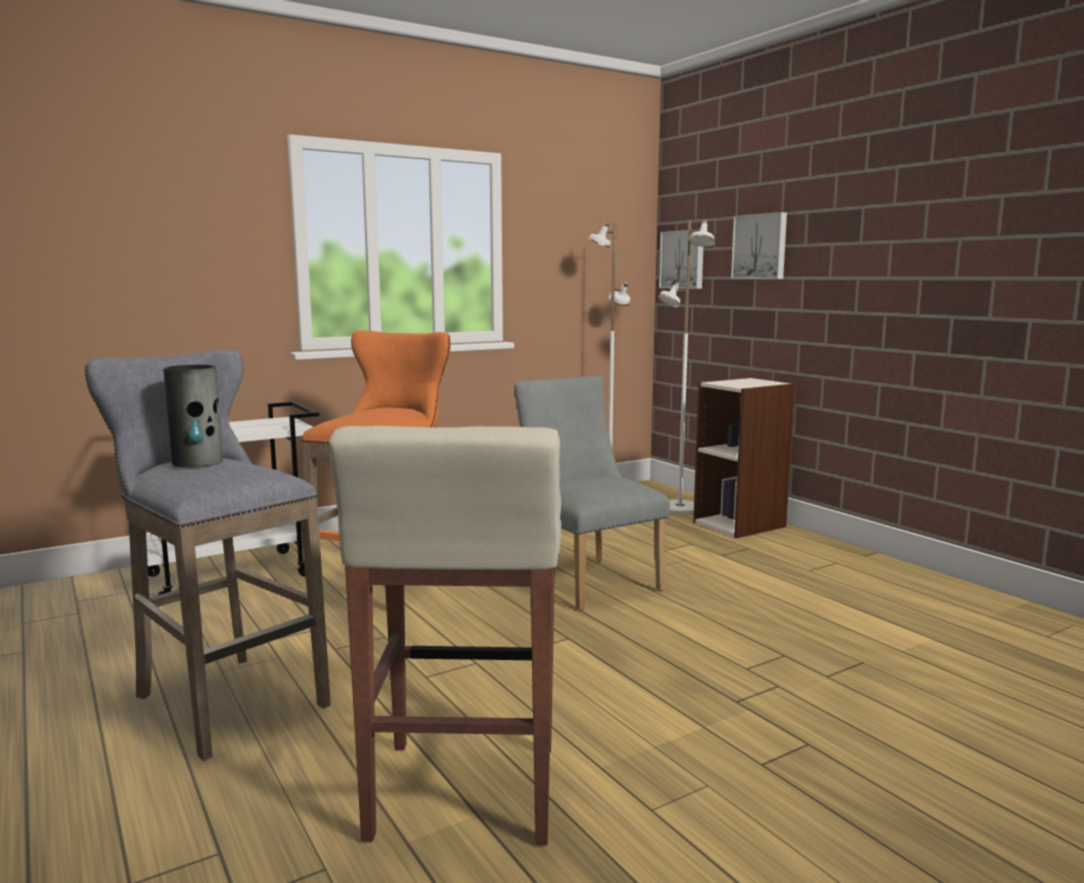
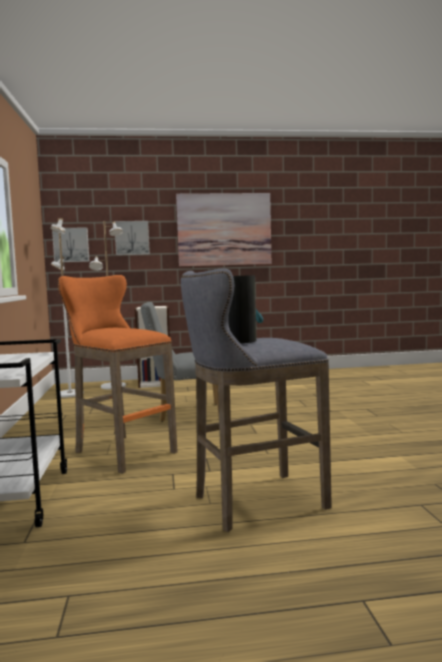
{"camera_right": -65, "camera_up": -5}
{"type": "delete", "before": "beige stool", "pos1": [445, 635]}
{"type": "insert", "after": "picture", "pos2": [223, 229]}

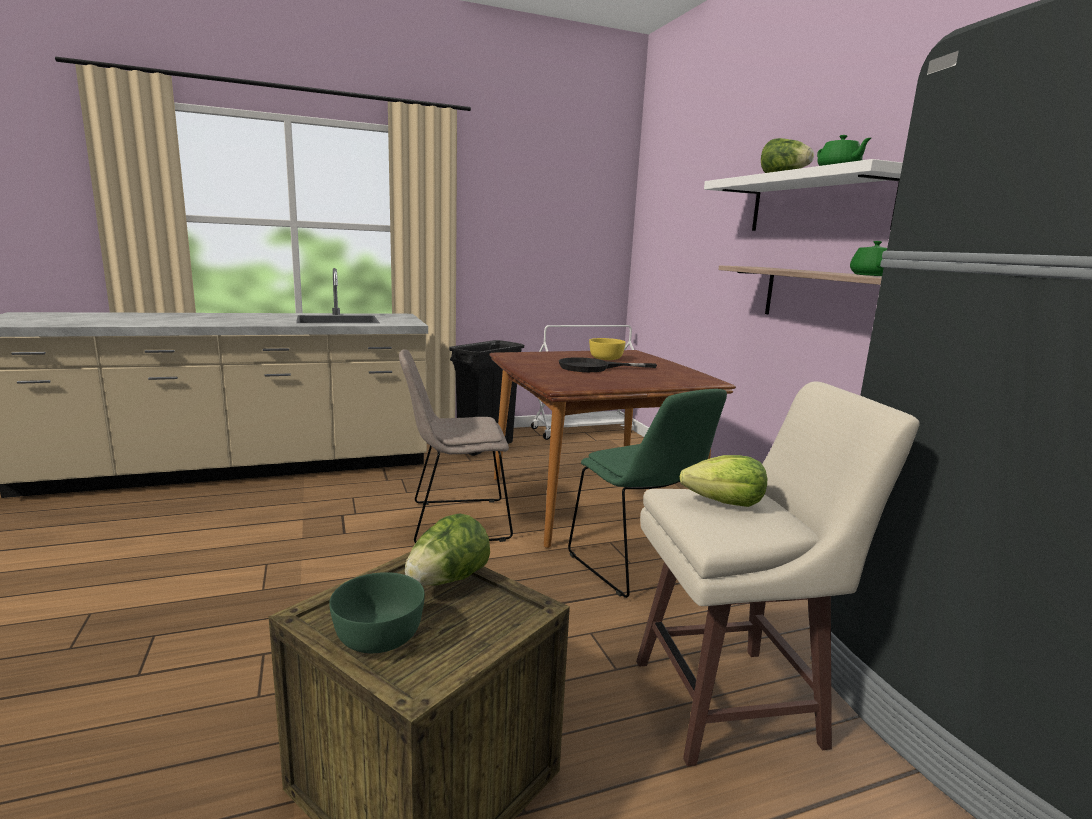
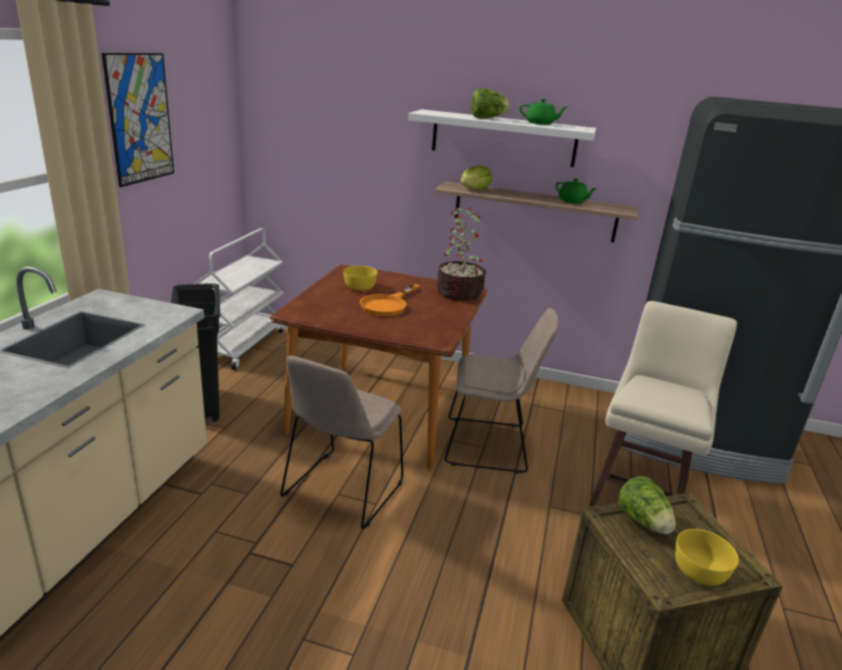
{"camera_right": -55, "camera_up": 10}
{"type": "recolor", "before": "black frying pan", "after": "orange frying pan", "pos1": [608, 364], "pos2": [390, 300]}
{"type": "recolor", "before": "green chair", "after": "beige chair", "pos1": [647, 493], "pos2": [502, 391]}
{"type": "move", "before": "lettuce", "pos1": [723, 481], "pos2": [476, 177]}
{"type": "recolor", "before": "green bowl", "after": "yellow bowl", "pos1": [377, 612], "pos2": [707, 557]}
{"type": "insert", "after": "picture", "pos2": [138, 120]}
{"type": "insert", "after": "potted plant", "pos2": [461, 254]}

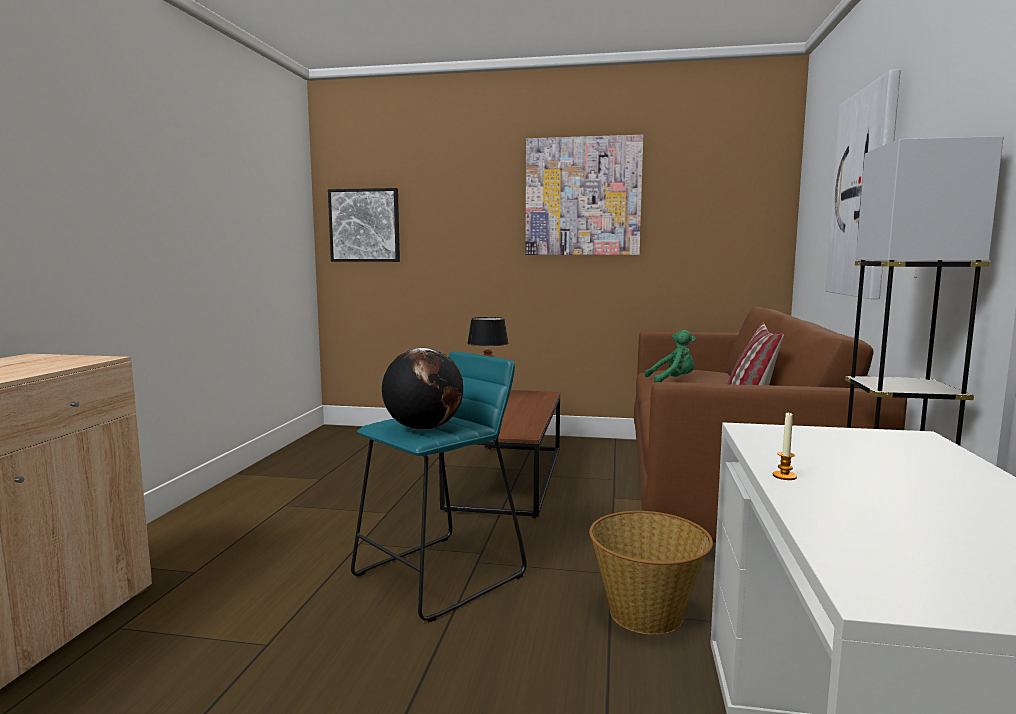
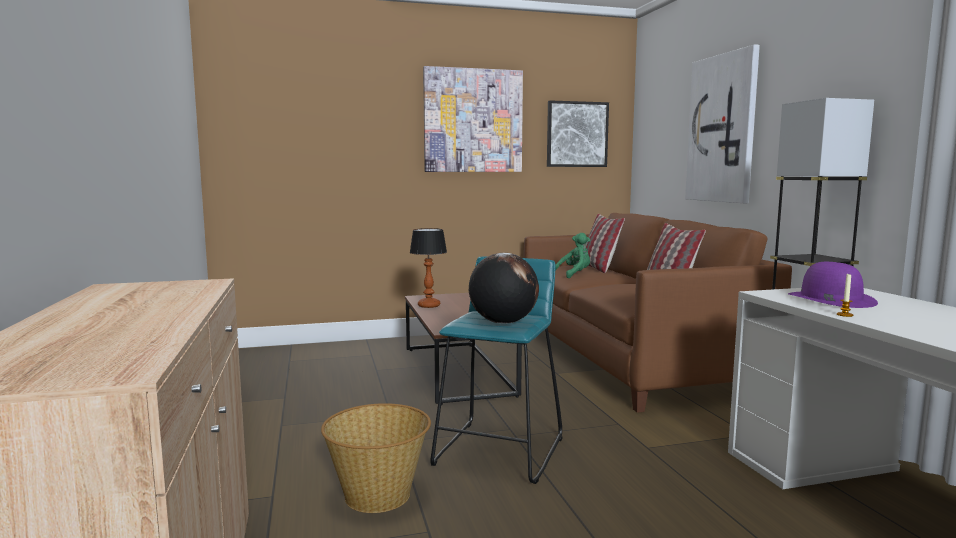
{"camera_right": -25, "camera_up": 0}
{"type": "move", "before": "picture", "pos1": [364, 225], "pos2": [578, 133]}
{"type": "move", "before": "basket", "pos1": [651, 573], "pos2": [376, 458]}
{"type": "insert", "after": "pillow", "pos2": [605, 243]}
{"type": "insert", "after": "purple hat", "pos2": [833, 285]}

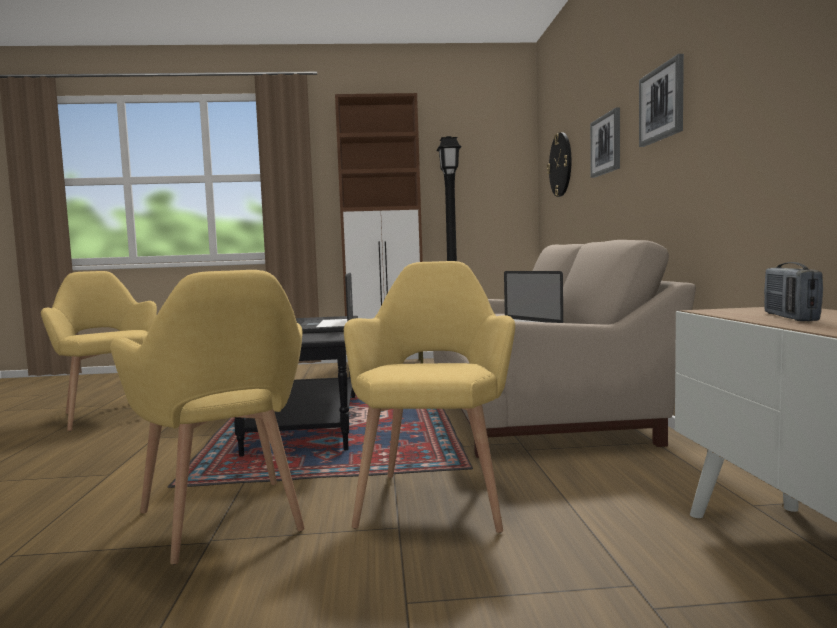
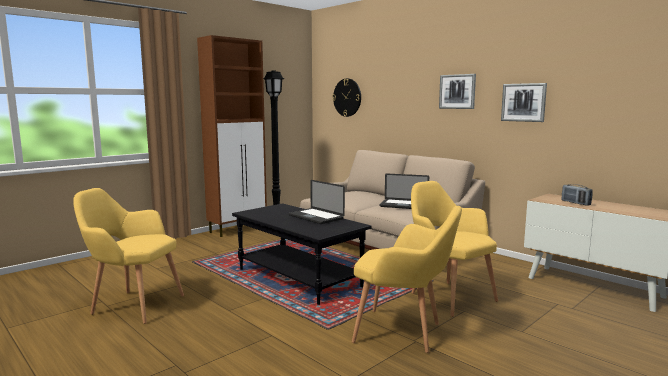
{"camera_right": -40, "camera_up": 5}
{"type": "move", "before": "picture", "pos1": [605, 143], "pos2": [524, 102]}

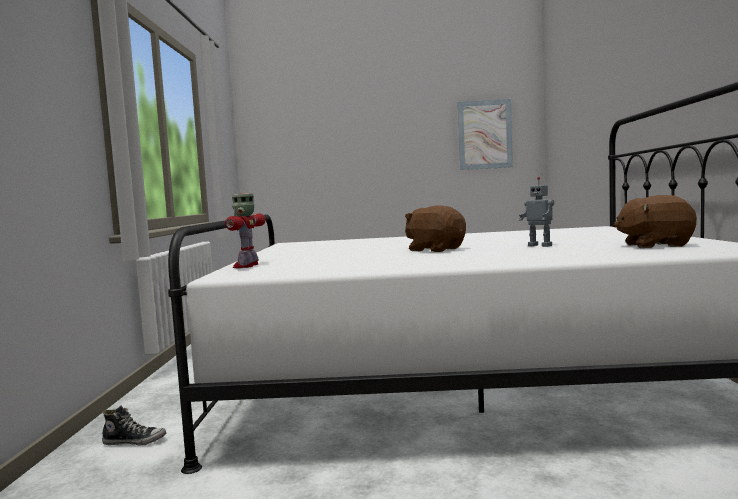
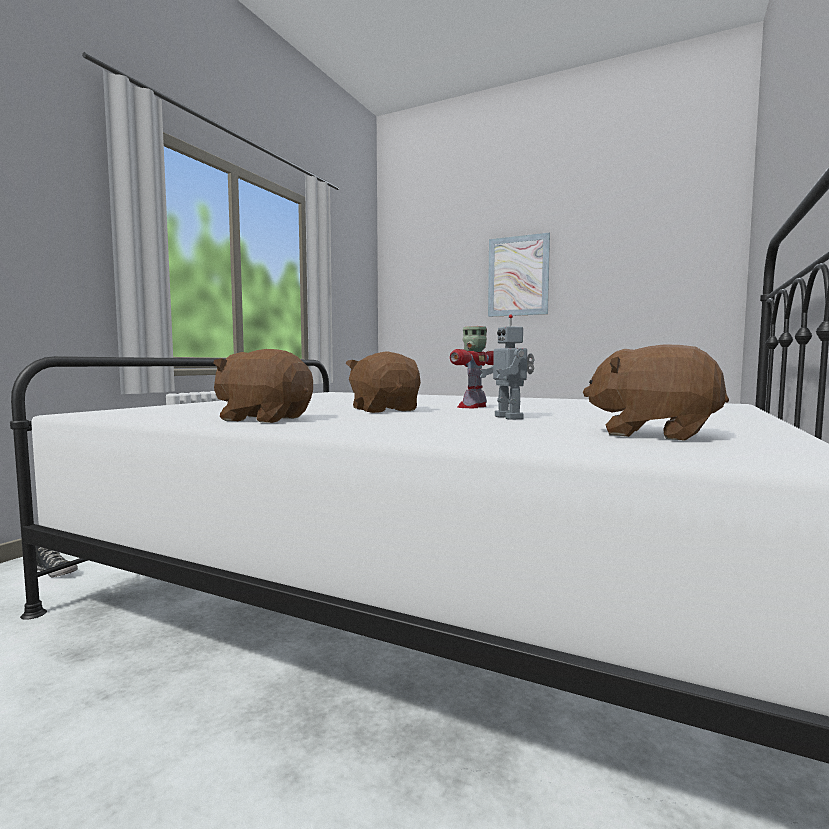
{"camera_right": 25, "camera_up": 0}
{"type": "move", "before": "picture", "pos1": [485, 134], "pos2": [519, 275]}
{"type": "move", "before": "toy robot", "pos1": [245, 230], "pos2": [472, 367]}
{"type": "insert", "after": "brown plush toy", "pos2": [263, 386]}

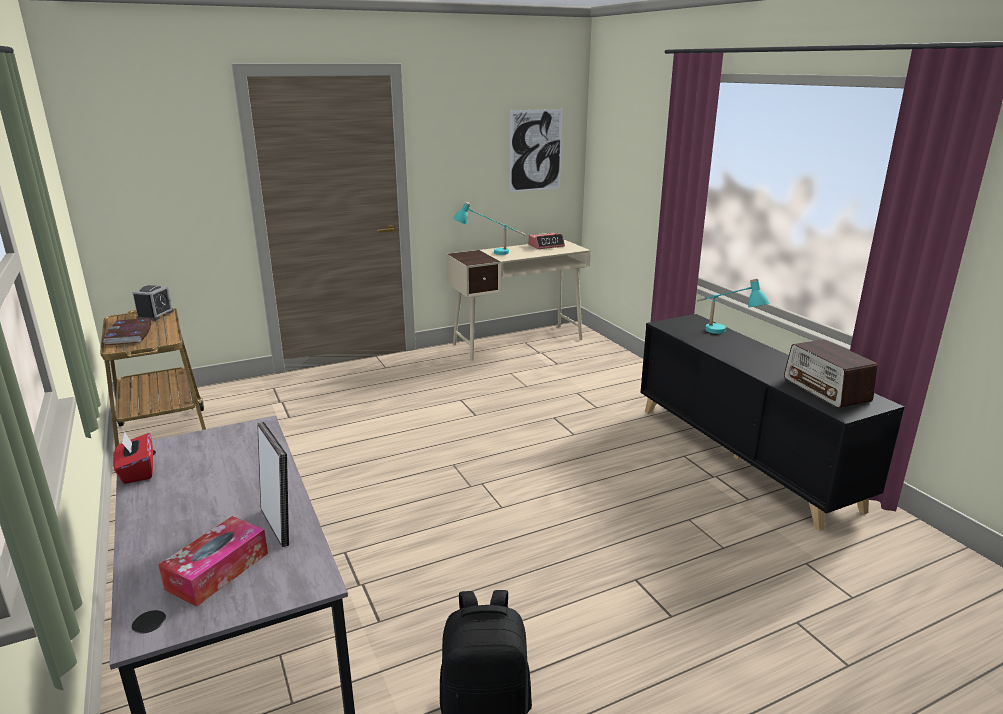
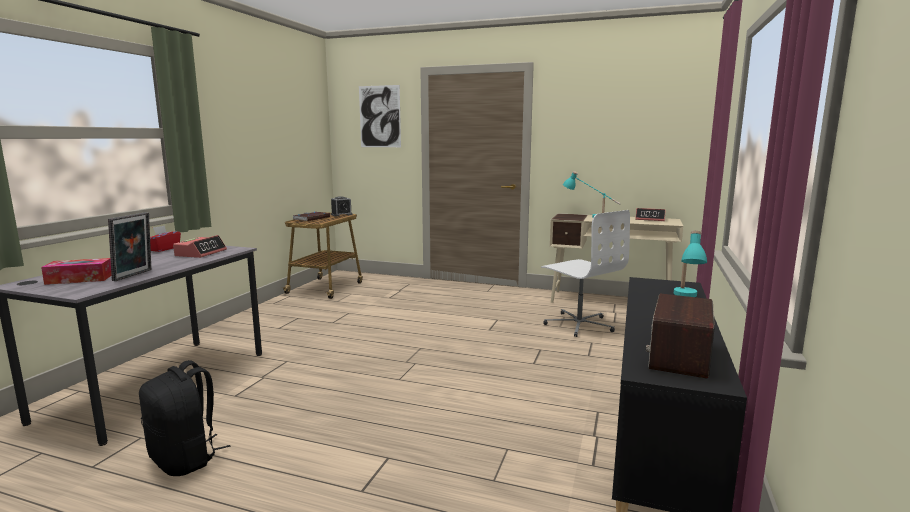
{"camera_right": 45, "camera_up": -10}
{"type": "move", "before": "picture", "pos1": [536, 150], "pos2": [380, 116]}
{"type": "insert", "after": "white office chair", "pos2": [585, 273]}
{"type": "insert", "after": "alarm clock", "pos2": [200, 246]}

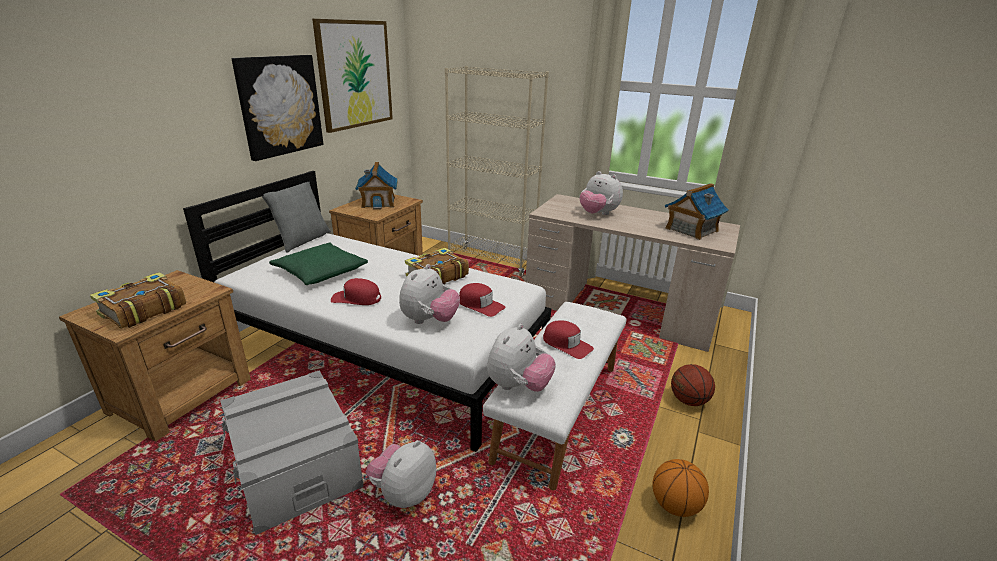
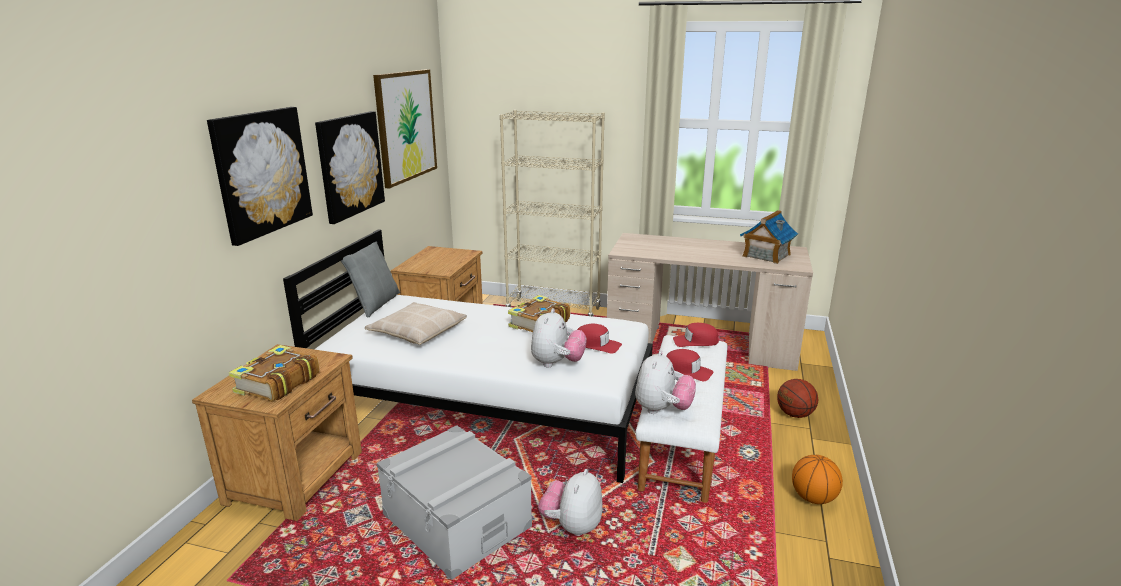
{"camera_right": -10, "camera_up": -5}
{"type": "delete", "before": "toy house", "pos1": [376, 185]}
{"type": "delete", "before": "plush toy", "pos1": [601, 193]}
{"type": "recolor", "before": "green pillow", "after": "beige pillow", "pos1": [318, 263], "pos2": [416, 323]}
{"type": "move", "before": "red cap", "pos1": [356, 291], "pos2": [696, 335]}
{"type": "insert", "after": "picture", "pos2": [260, 176]}

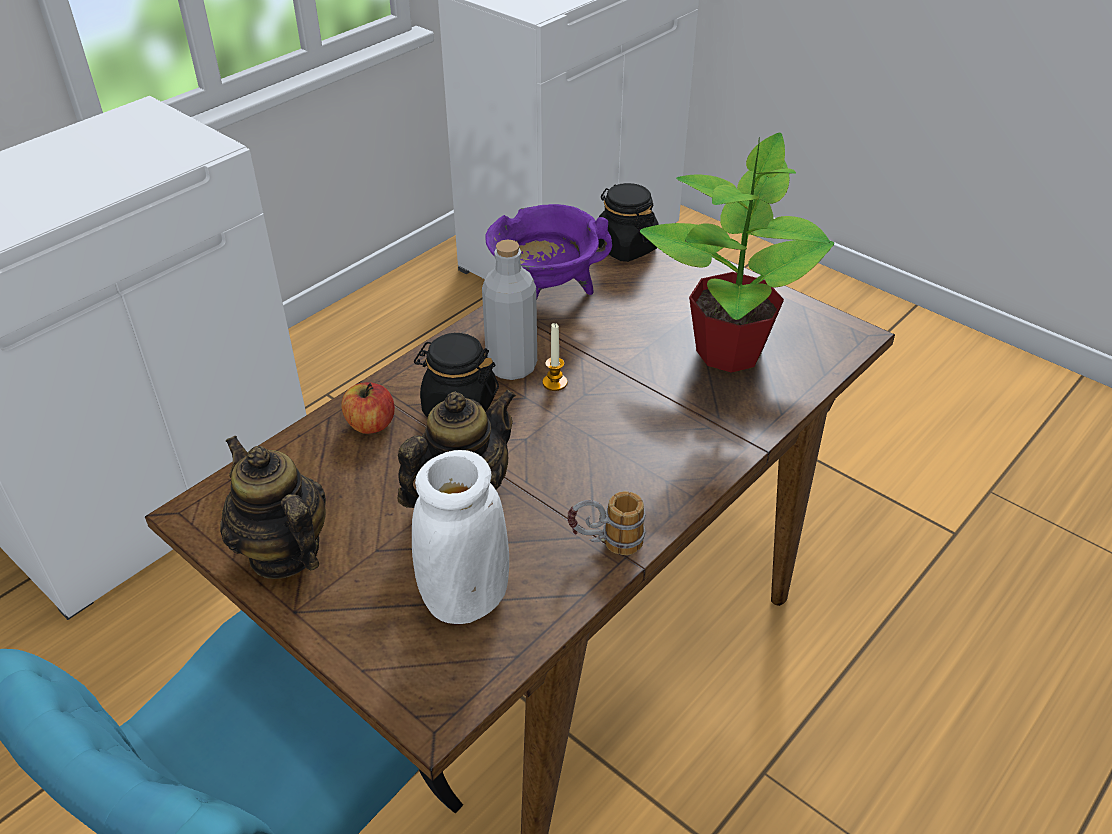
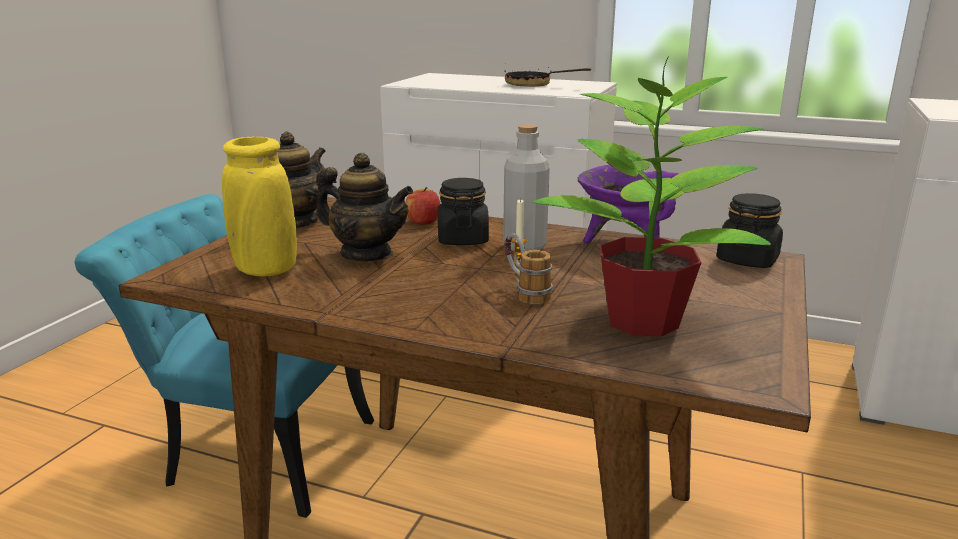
{"camera_right": 70, "camera_up": -20}
{"type": "recolor", "before": "white vase", "after": "yellow vase", "pos1": [460, 537], "pos2": [259, 206]}
{"type": "move", "before": "mug", "pos1": [606, 523], "pos2": [528, 269]}
{"type": "insert", "after": "frying pan", "pos2": [547, 77]}

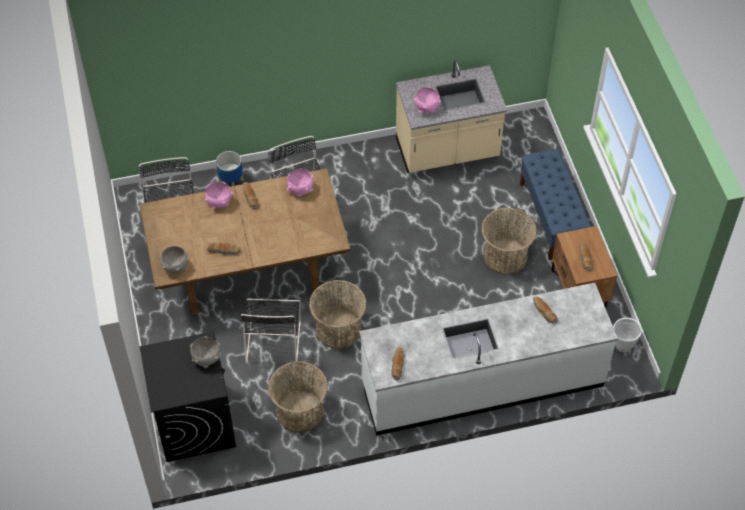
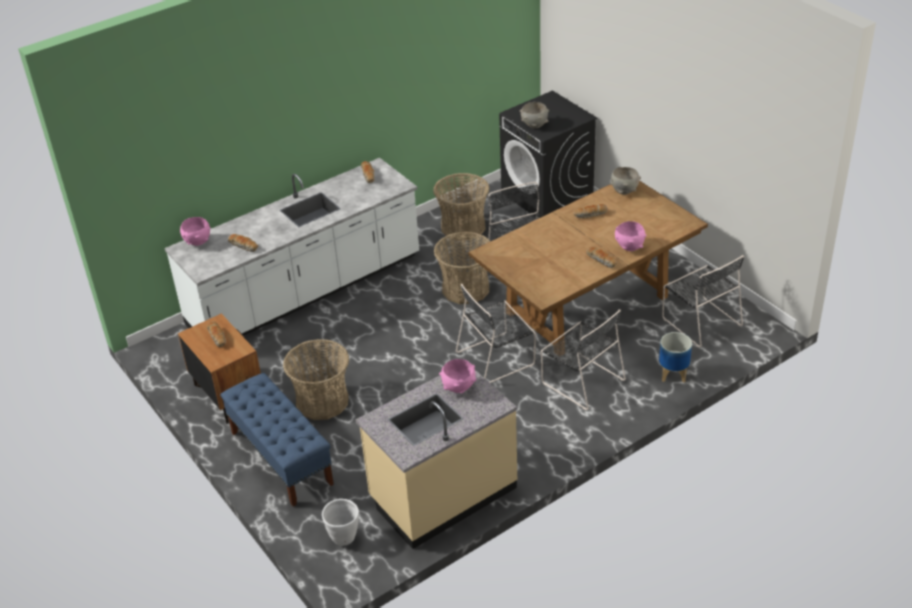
{"camera_right": 160, "camera_up": -15}
{"type": "move", "before": "pink bowl", "pos1": [300, 183], "pos2": [195, 231]}
{"type": "move", "before": "white planter", "pos1": [627, 335], "pos2": [340, 522]}
{"type": "insert", "after": "black chair", "pos2": [496, 333]}

